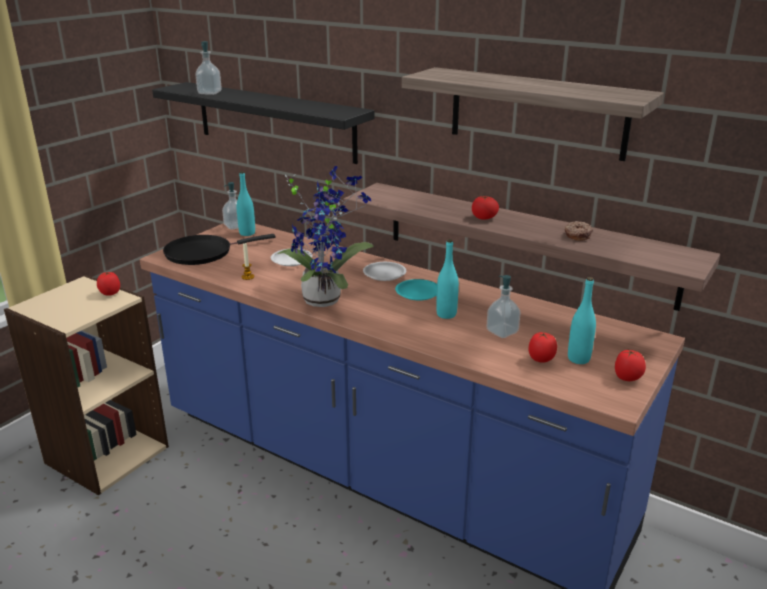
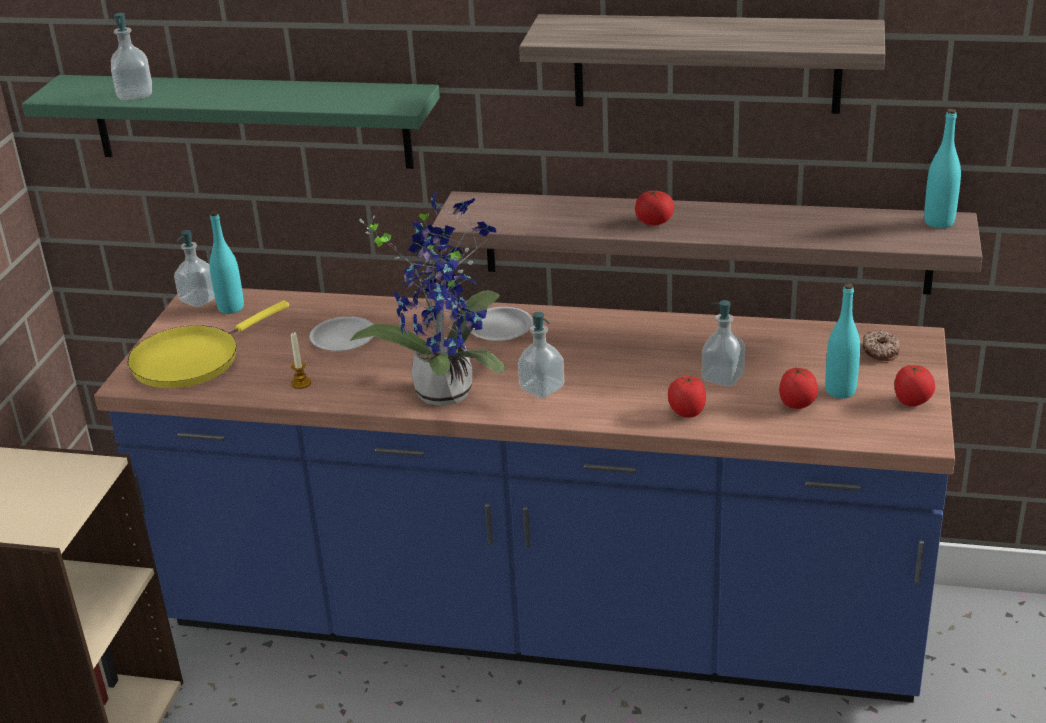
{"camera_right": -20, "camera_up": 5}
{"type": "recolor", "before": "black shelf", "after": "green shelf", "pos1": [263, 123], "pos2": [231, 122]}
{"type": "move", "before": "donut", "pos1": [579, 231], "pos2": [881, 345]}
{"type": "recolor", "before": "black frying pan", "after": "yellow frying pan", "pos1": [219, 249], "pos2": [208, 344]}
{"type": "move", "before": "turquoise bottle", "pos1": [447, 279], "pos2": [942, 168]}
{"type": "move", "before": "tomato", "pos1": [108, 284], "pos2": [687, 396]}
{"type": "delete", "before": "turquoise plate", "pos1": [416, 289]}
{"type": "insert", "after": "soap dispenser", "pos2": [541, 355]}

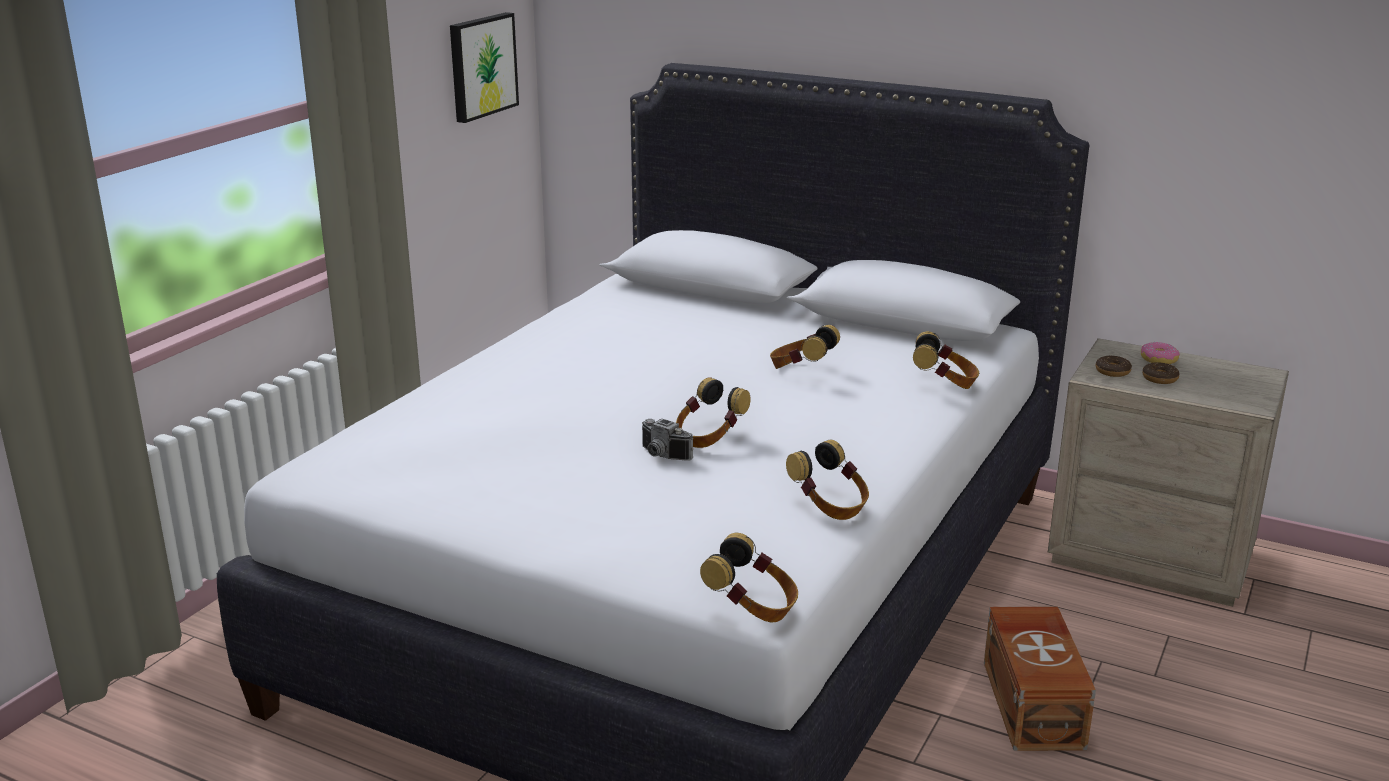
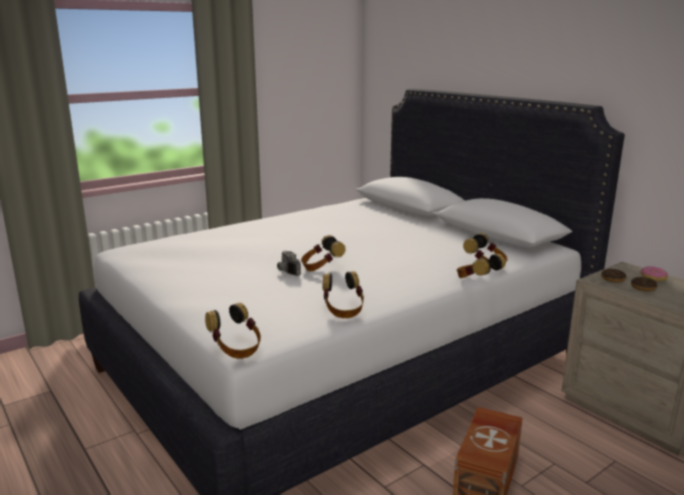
{"camera_right": 25, "camera_up": -5}
{"type": "delete", "before": "picture", "pos1": [484, 67]}
{"type": "move", "before": "headphones", "pos1": [805, 347], "pos2": [481, 266]}

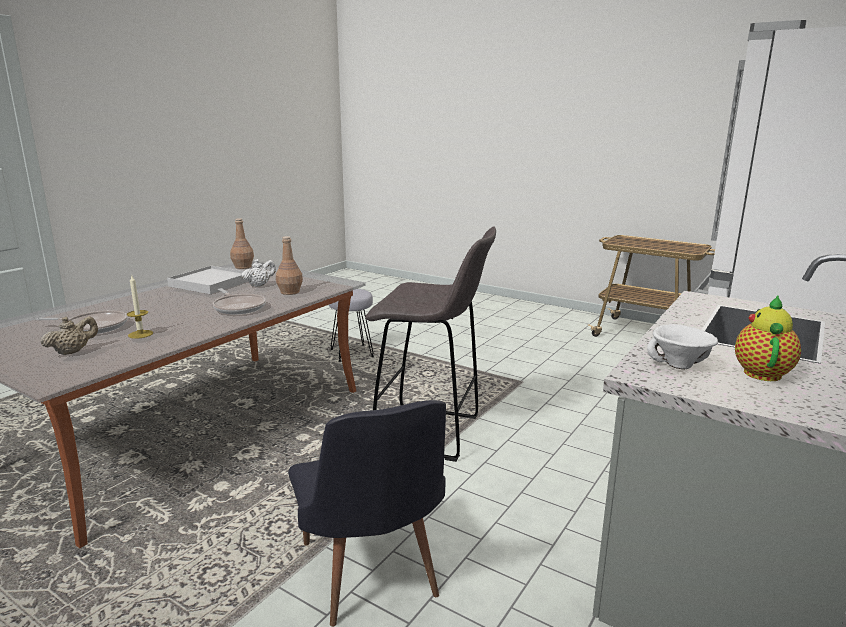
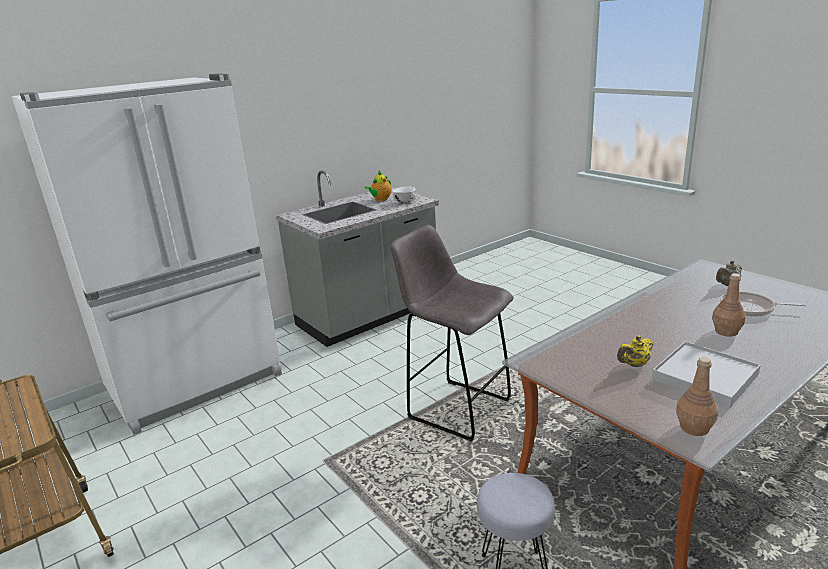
{"camera_right": -160, "camera_up": 5}
{"type": "move", "before": "brown bottle", "pos1": [289, 265], "pos2": [729, 305]}
{"type": "recolor", "before": "white teapot", "after": "yellow teapot", "pos1": [259, 273], "pos2": [635, 351]}
{"type": "delete", "before": "candle", "pos1": [140, 307]}
{"type": "delete", "before": "frying pan", "pos1": [239, 301]}
{"type": "delete", "before": "black chair", "pos1": [367, 513]}

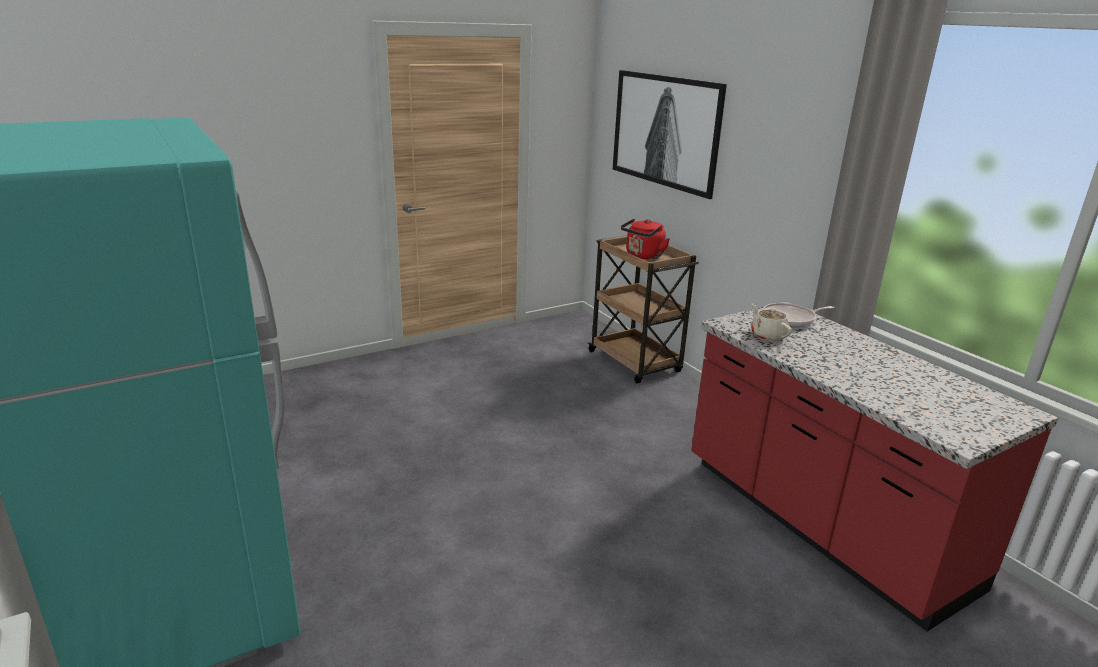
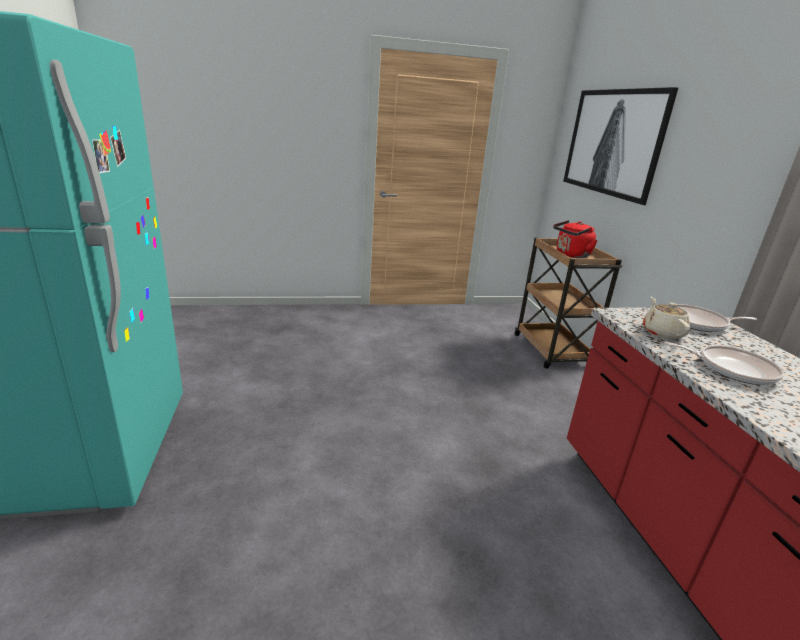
{"camera_right": 20, "camera_up": 0}
{"type": "insert", "after": "frying pan", "pos2": [724, 363]}

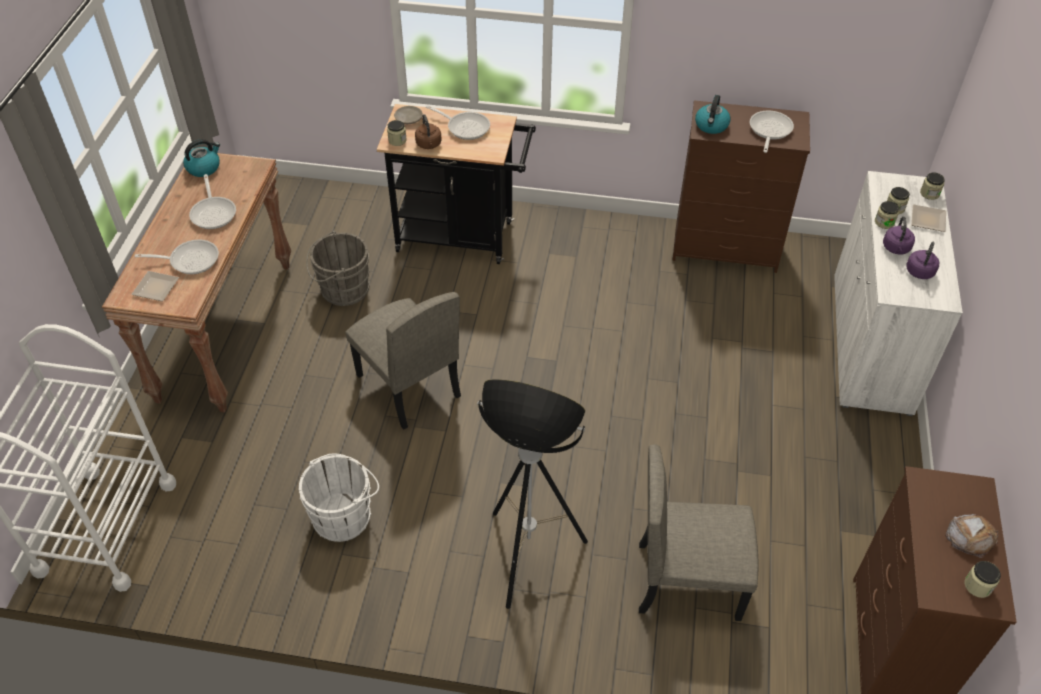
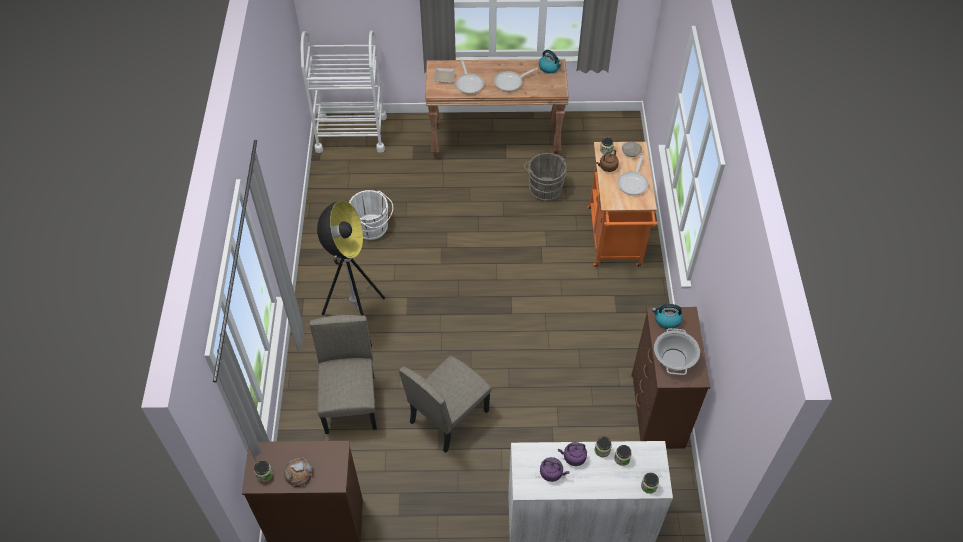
{"camera_right": 80, "camera_up": 5}
{"type": "recolor", "before": "black cart", "after": "orange cart", "pos1": [456, 184], "pos2": [622, 205]}
{"type": "replace", "before": "frying pan", "after": "cooking pot", "pos1": [772, 132], "pos2": [677, 351]}
{"type": "delete", "before": "plate", "pos1": [928, 218]}
{"type": "move", "before": "beige chair", "pos1": [403, 360], "pos2": [445, 404]}

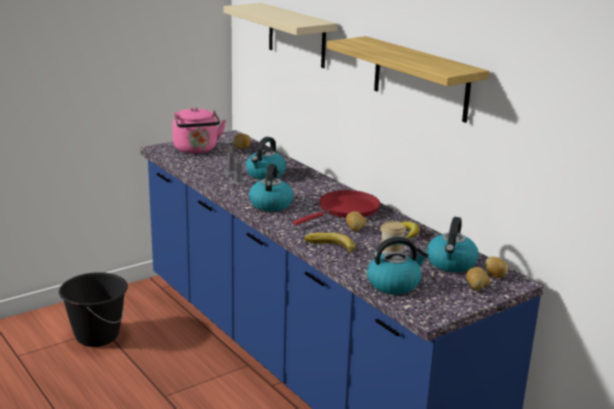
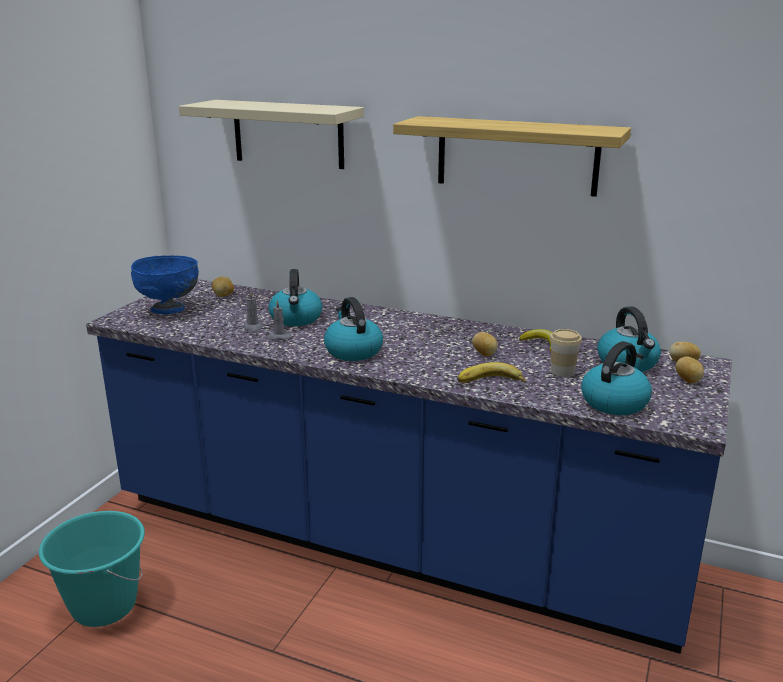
{"camera_right": -30, "camera_up": 0}
{"type": "replace", "before": "pink kettle", "after": "blue bowl", "pos1": [199, 130], "pos2": [165, 284]}
{"type": "delete", "before": "red frying pan", "pos1": [336, 207]}
{"type": "recolor", "before": "black bucket", "after": "turquoise bucket", "pos1": [93, 309], "pos2": [92, 569]}

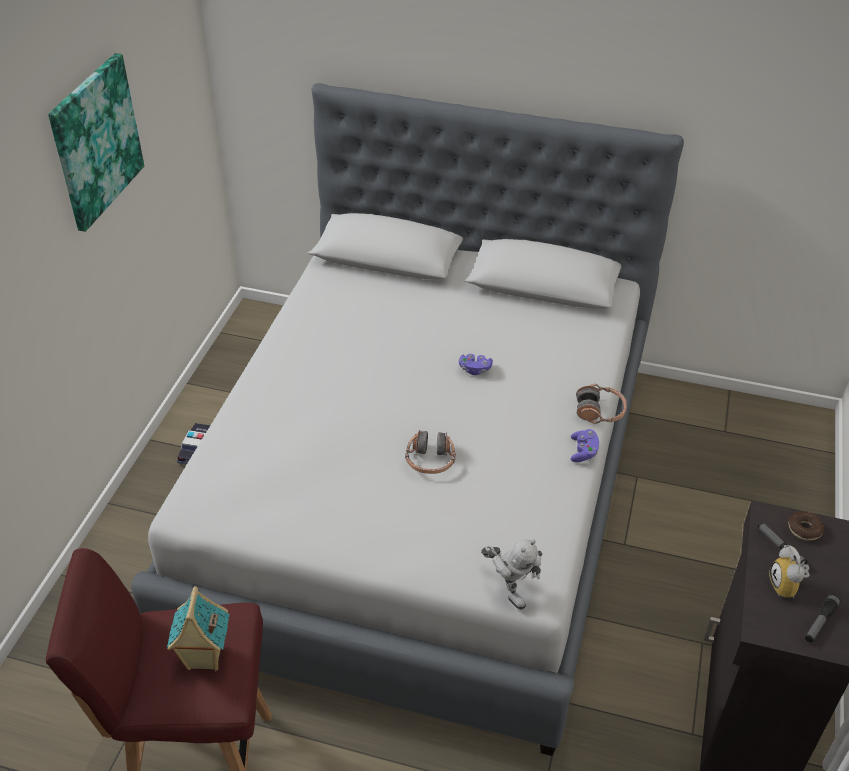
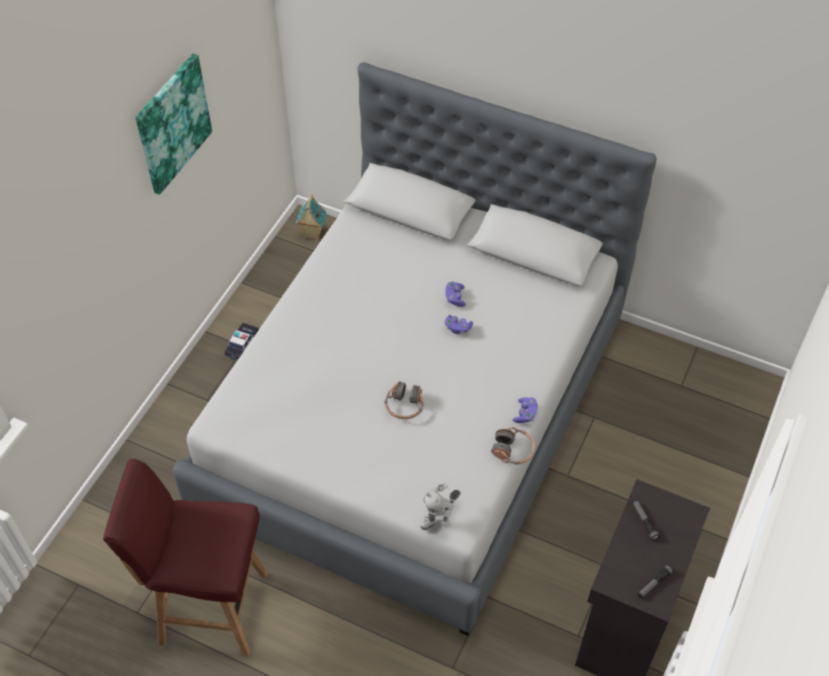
{"camera_right": 10, "camera_up": 10}
{"type": "move", "before": "headphones", "pos1": [601, 404], "pos2": [513, 446]}
{"type": "delete", "before": "donut", "pos1": [806, 526]}
{"type": "rotate", "before": "toy robot", "pos1": [511, 574], "pos2": [441, 506], "turn": 75}
{"type": "delete", "before": "alarm clock", "pos1": [789, 572]}
{"type": "move", "before": "toy house", "pos1": [198, 628], "pos2": [311, 217]}
{"type": "insert", "after": "purple game controller", "pos2": [455, 294]}

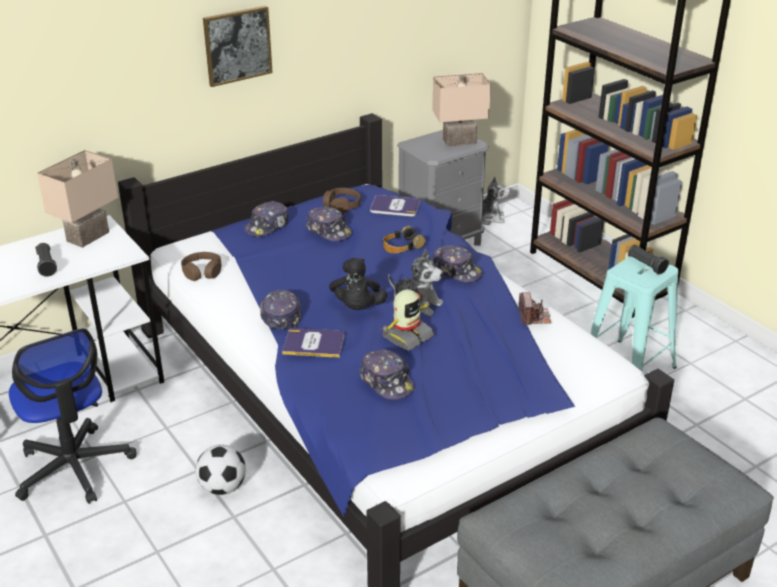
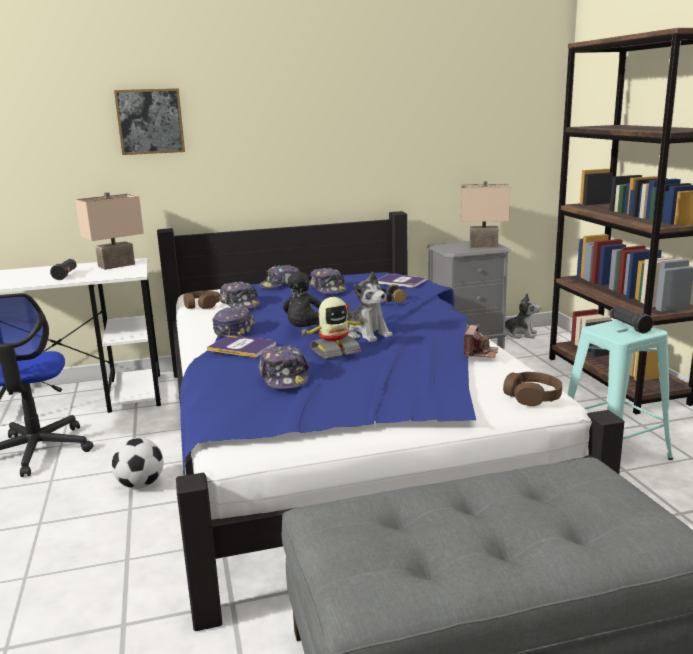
{"camera_right": 20, "camera_up": -15}
{"type": "move", "before": "picture", "pos1": [238, 46], "pos2": [149, 121]}
{"type": "move", "before": "brown headphones", "pos1": [342, 200], "pos2": [532, 389]}
{"type": "move", "before": "cap", "pos1": [457, 263], "pos2": [239, 295]}

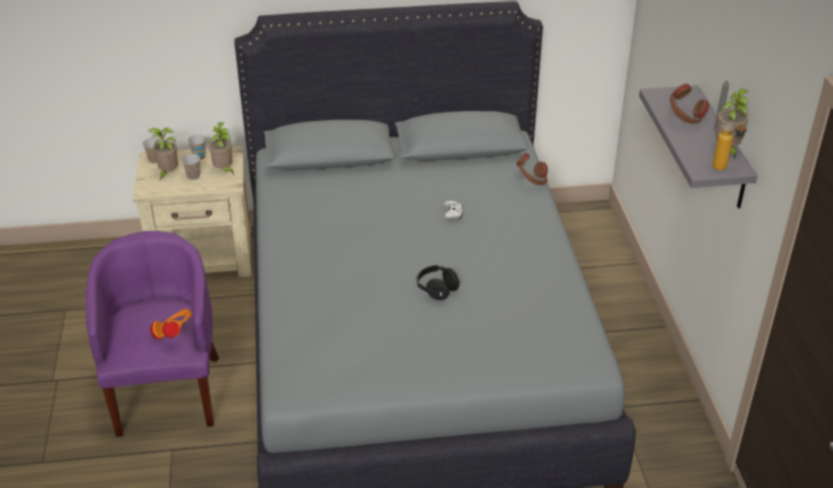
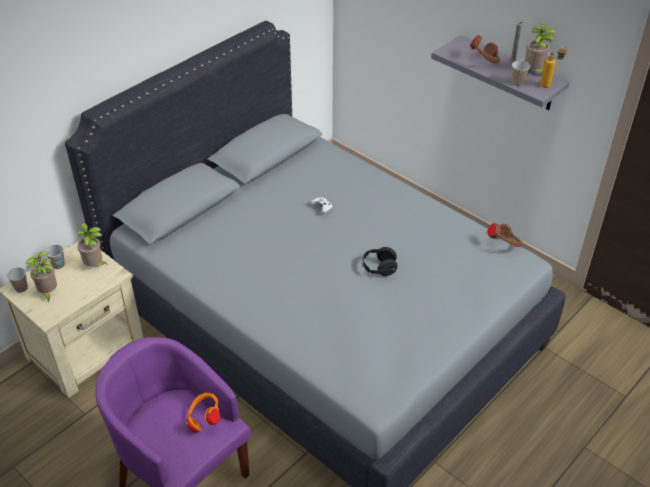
{"camera_right": -40, "camera_up": 5}
{"type": "move", "before": "brown headphones", "pos1": [532, 169], "pos2": [505, 235]}
{"type": "move", "before": "cup", "pos1": [191, 167], "pos2": [521, 74]}

